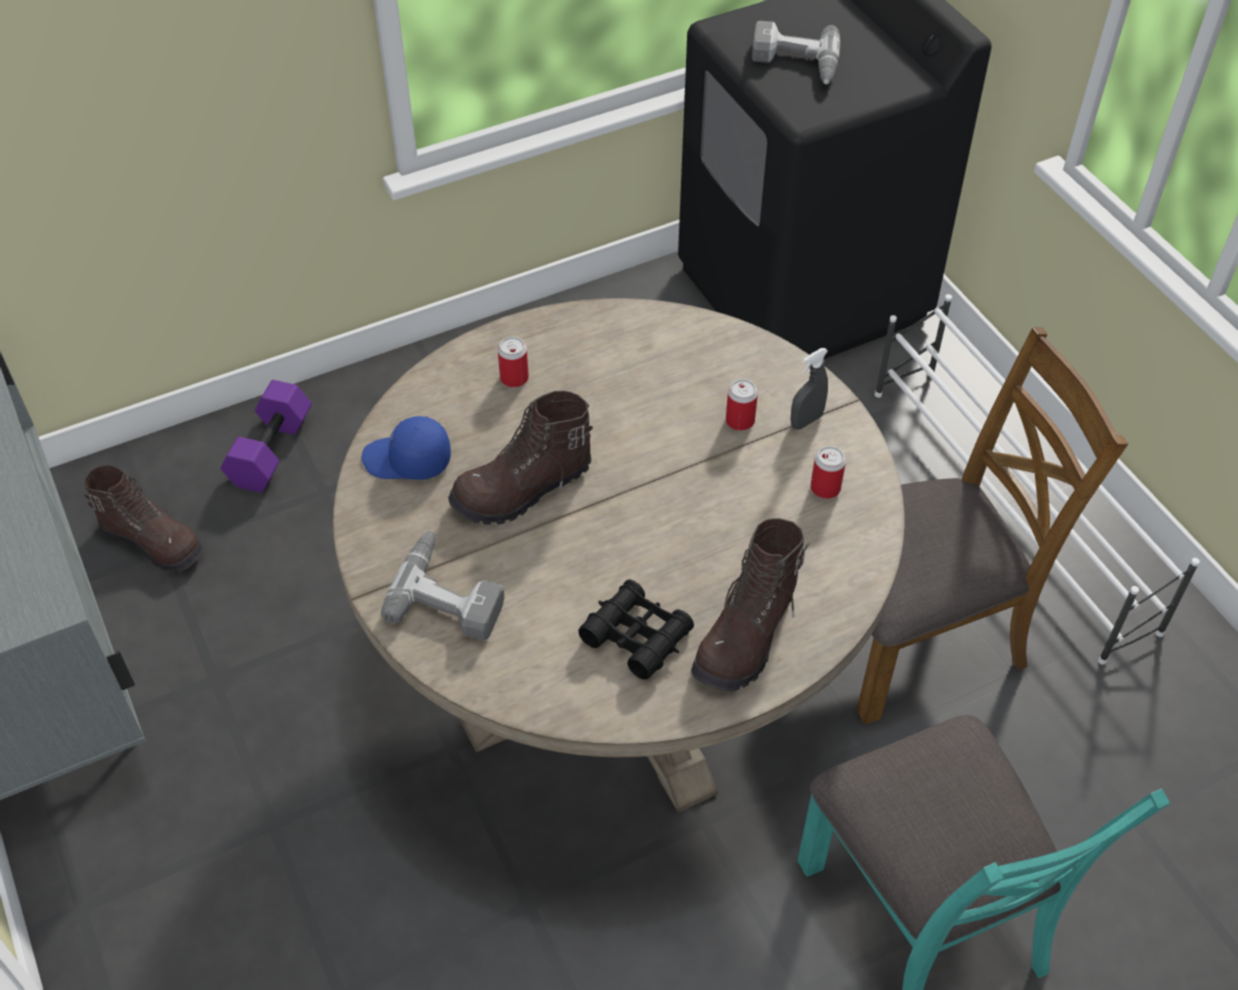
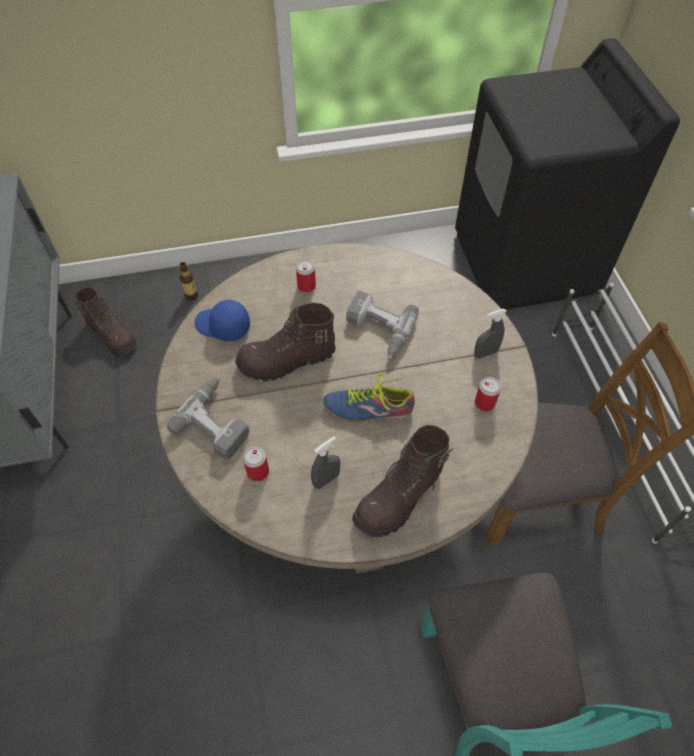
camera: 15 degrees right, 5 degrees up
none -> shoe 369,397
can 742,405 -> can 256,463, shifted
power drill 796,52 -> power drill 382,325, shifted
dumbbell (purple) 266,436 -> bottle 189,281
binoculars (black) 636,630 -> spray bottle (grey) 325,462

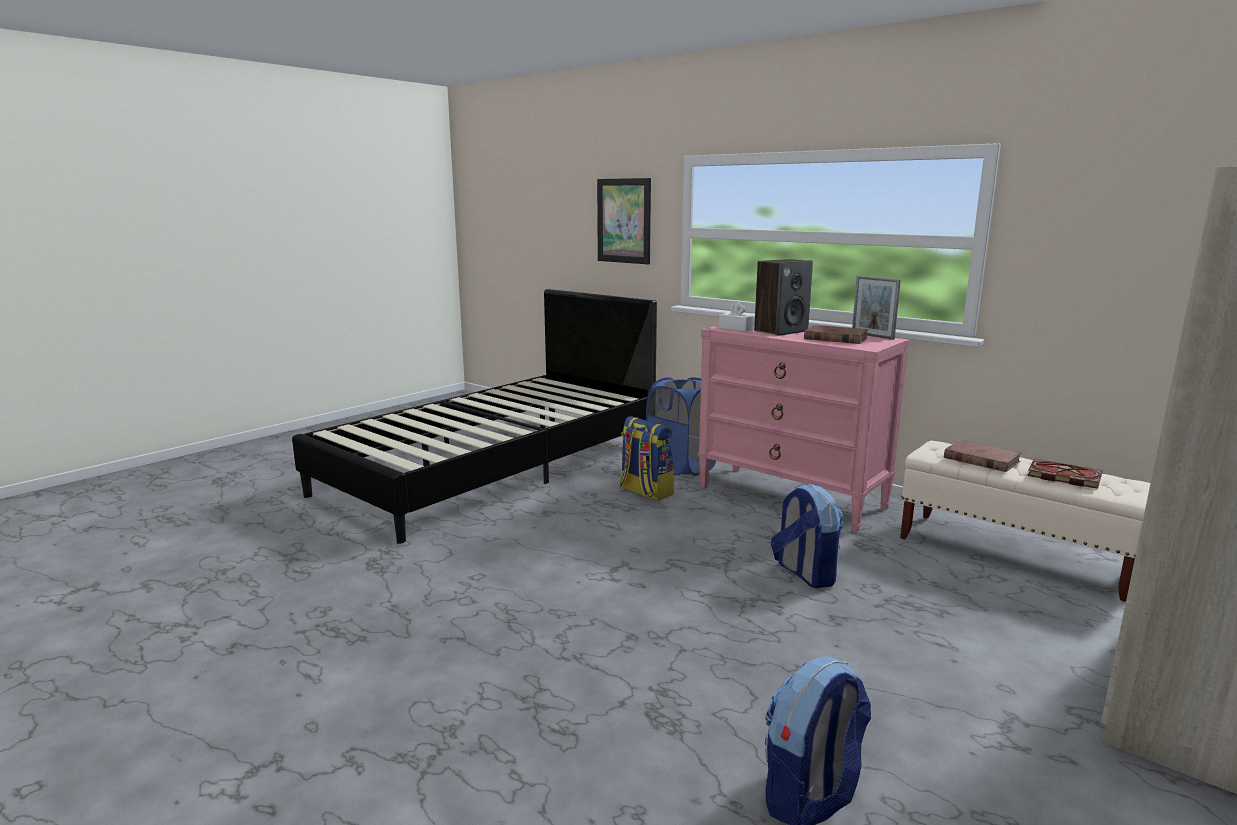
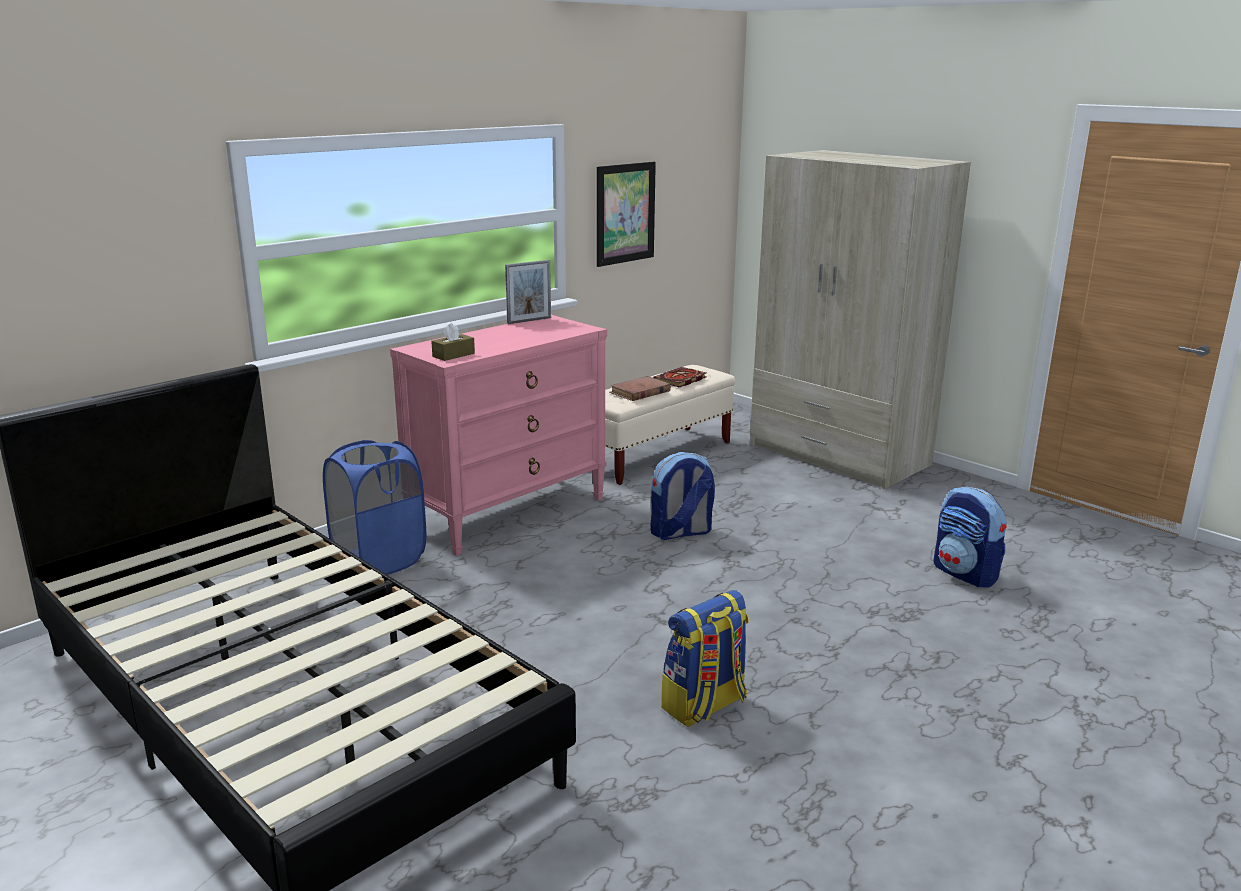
camera: 85 degrees left, 5 degrees up
speaker 783,297 -> none
book (brown) 836,334 -> none
picture 624,221 -> picture 626,214, shifted
backpack 647,458 -> backpack 705,658, shifted
tissue box (white) 737,316 -> tissue box (brown) 453,342

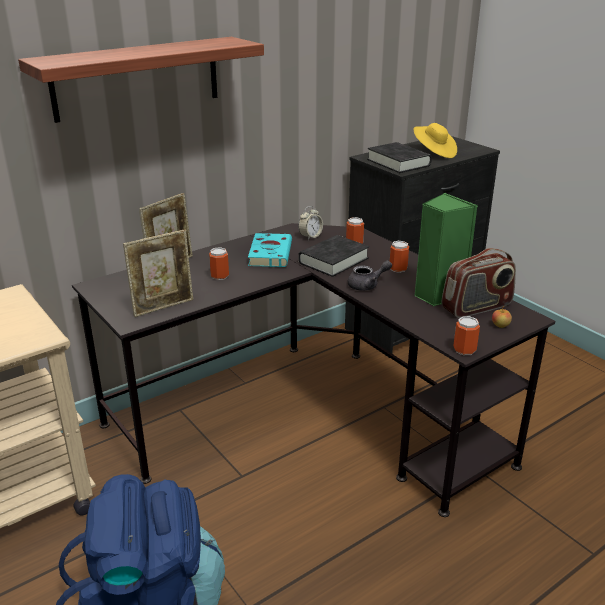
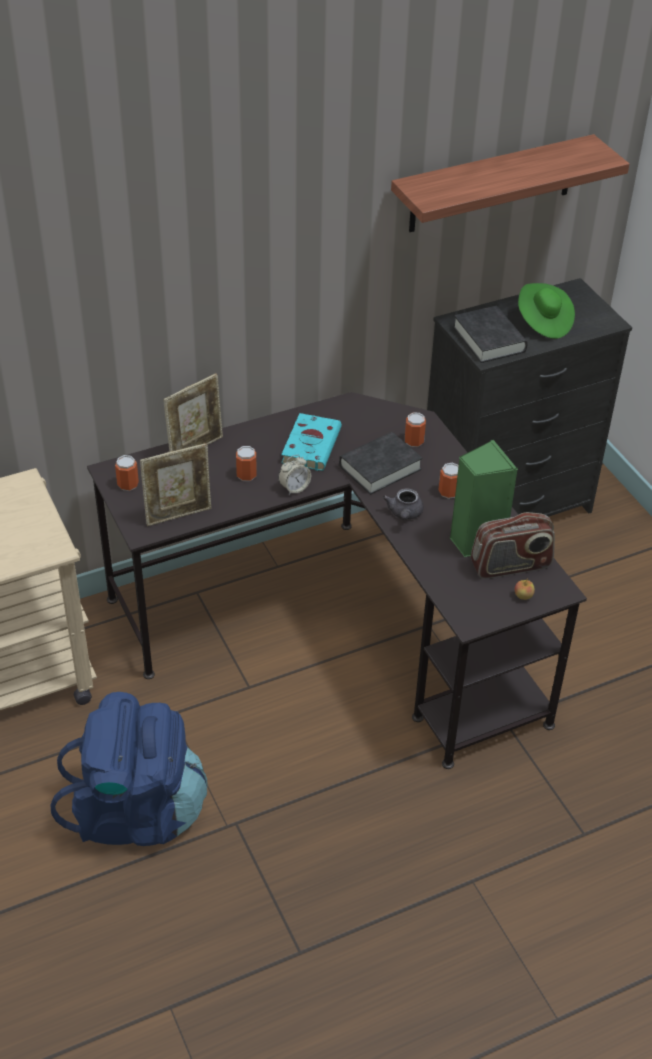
camera: 10 degrees right, 15 degrees up
shelf 141,80 -> shelf 510,183, shifted
alarm clock 310,223 -> alarm clock 294,475, shifted
can 466,335 -> can 127,473, shifted
hat (yellow) 435,140 -> hat (green) 546,311
teapot (grey) 370,275 -> teapot (grey) 403,504, 105 degrees clockwise

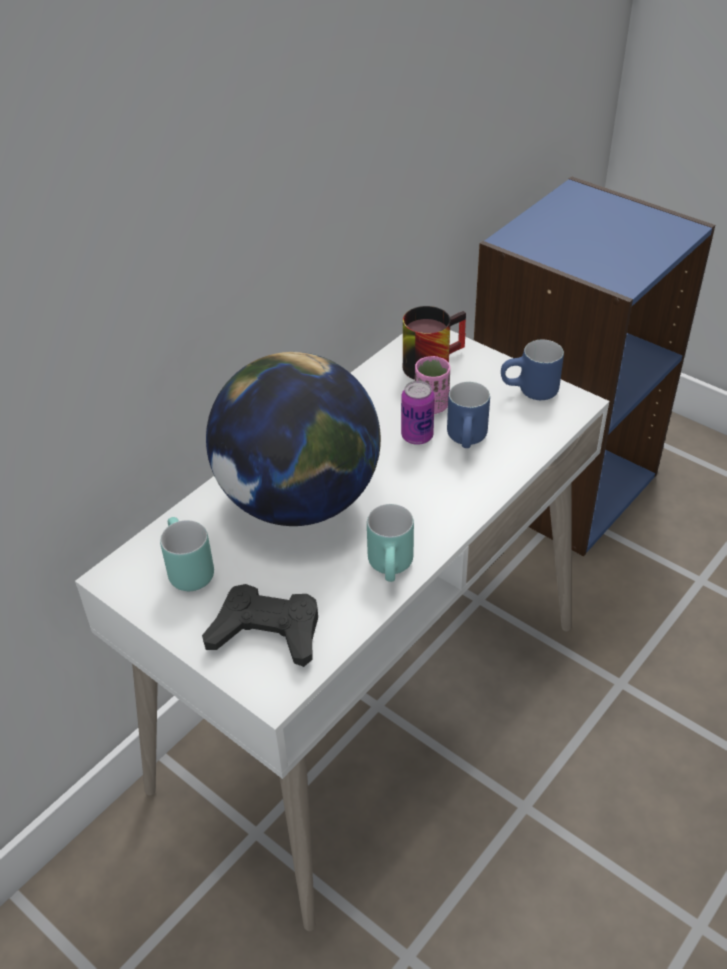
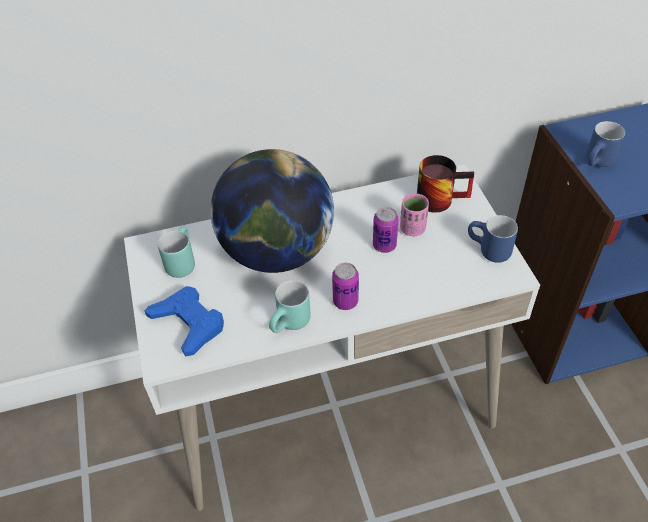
camera: 35 degrees right, 5 degrees up
none -> can 345,286
mug (blue) 468,415 -> mug (blue) 605,144, shifted
game controller (black) 260,625 -> game controller (blue) 184,321

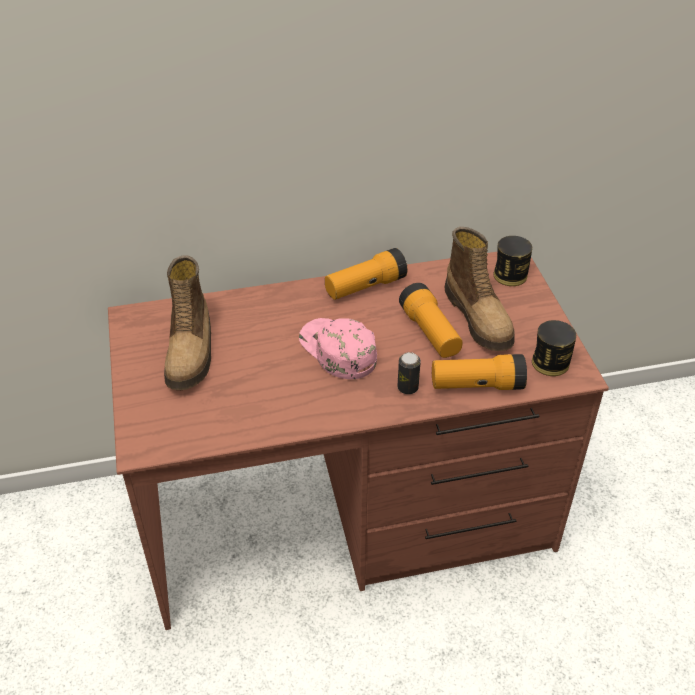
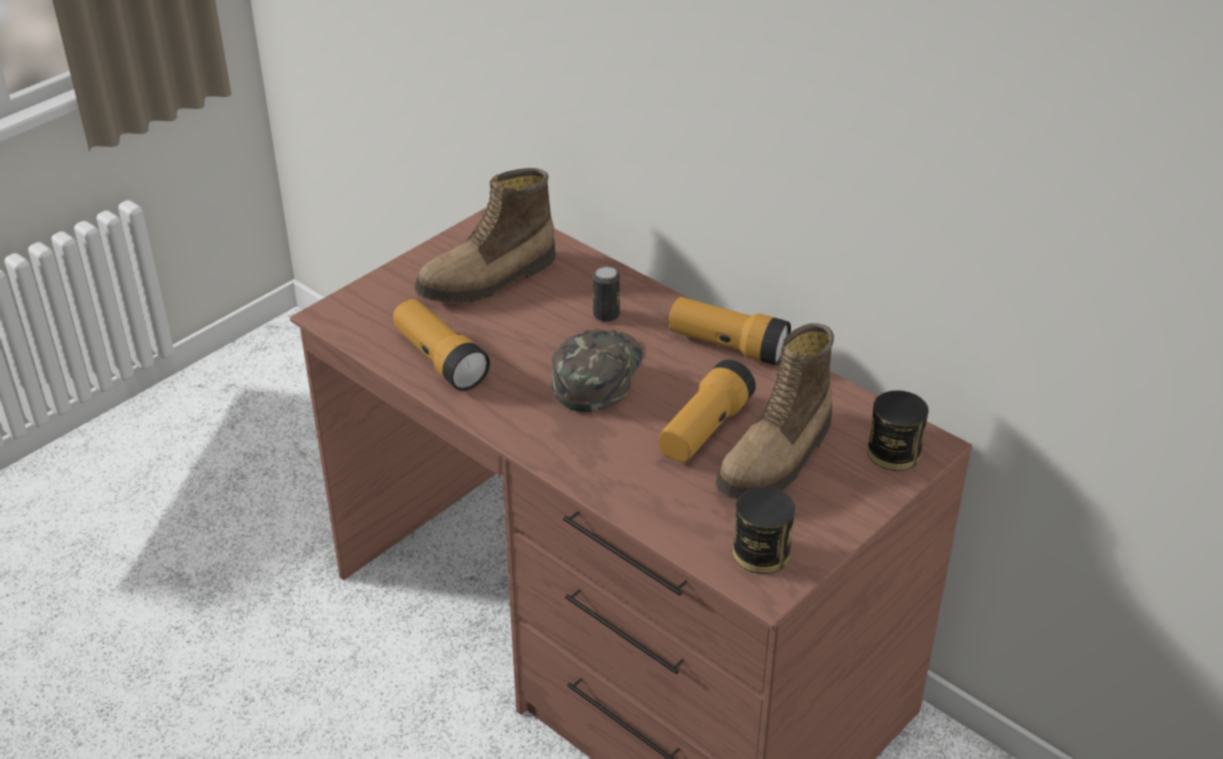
camera: 55 degrees right, 5 degrees down
can 409,373 -> can 606,294, shifted
flashlight 479,372 -> flashlight 441,345, shifted
cap (pink) 338,348 -> cap (green) 597,370

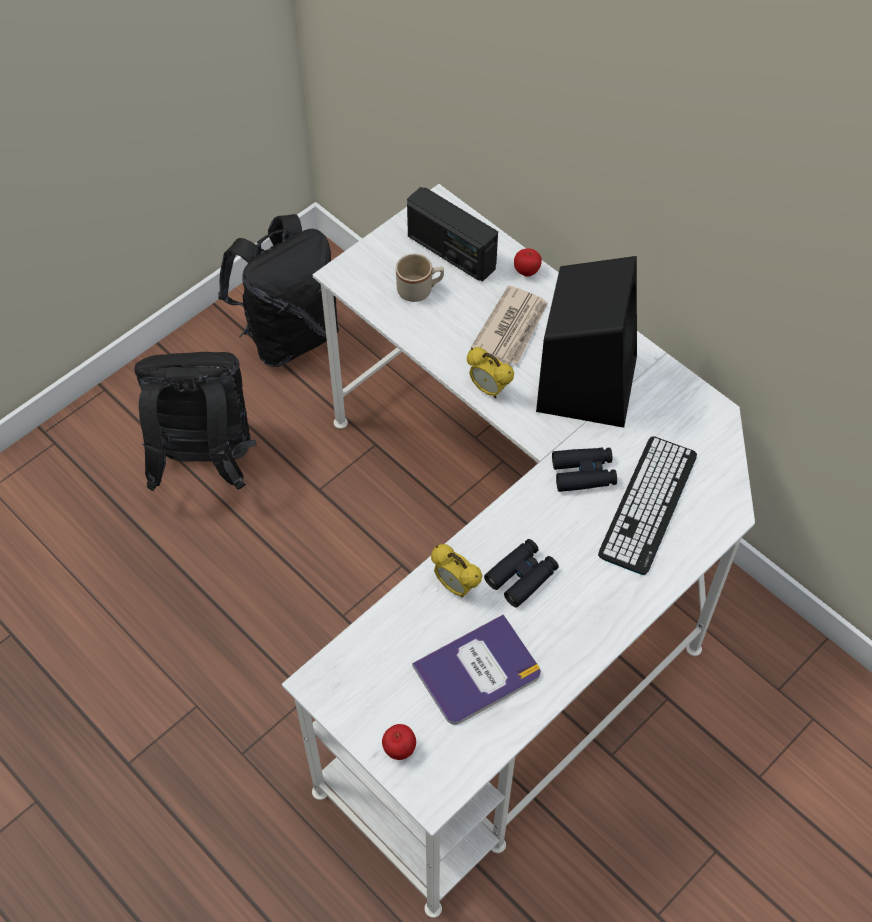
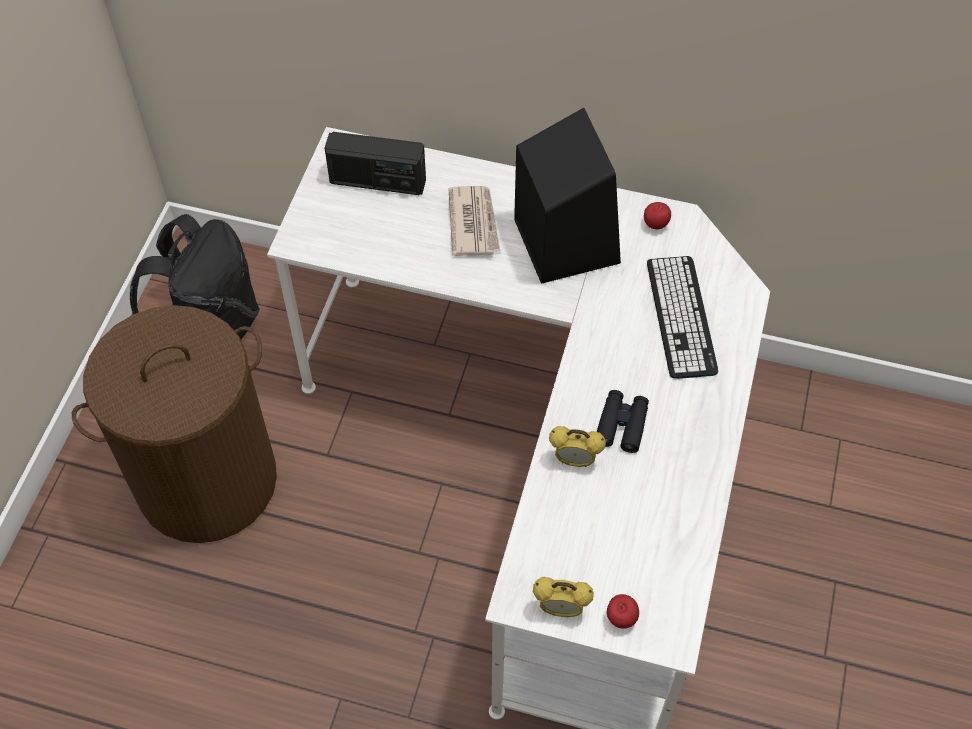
camera: 30 degrees left, 0 degrees up
mug (beige) 420,278 -> none
book 476,669 -> none
binoculars (black) 584,470 -> none
alarm clock 490,372 -> alarm clock 563,597, shifted
apple 528,262 -> apple 657,216, shifted
backpack (black) 195,421 -> laundry basket (brown) 174,424

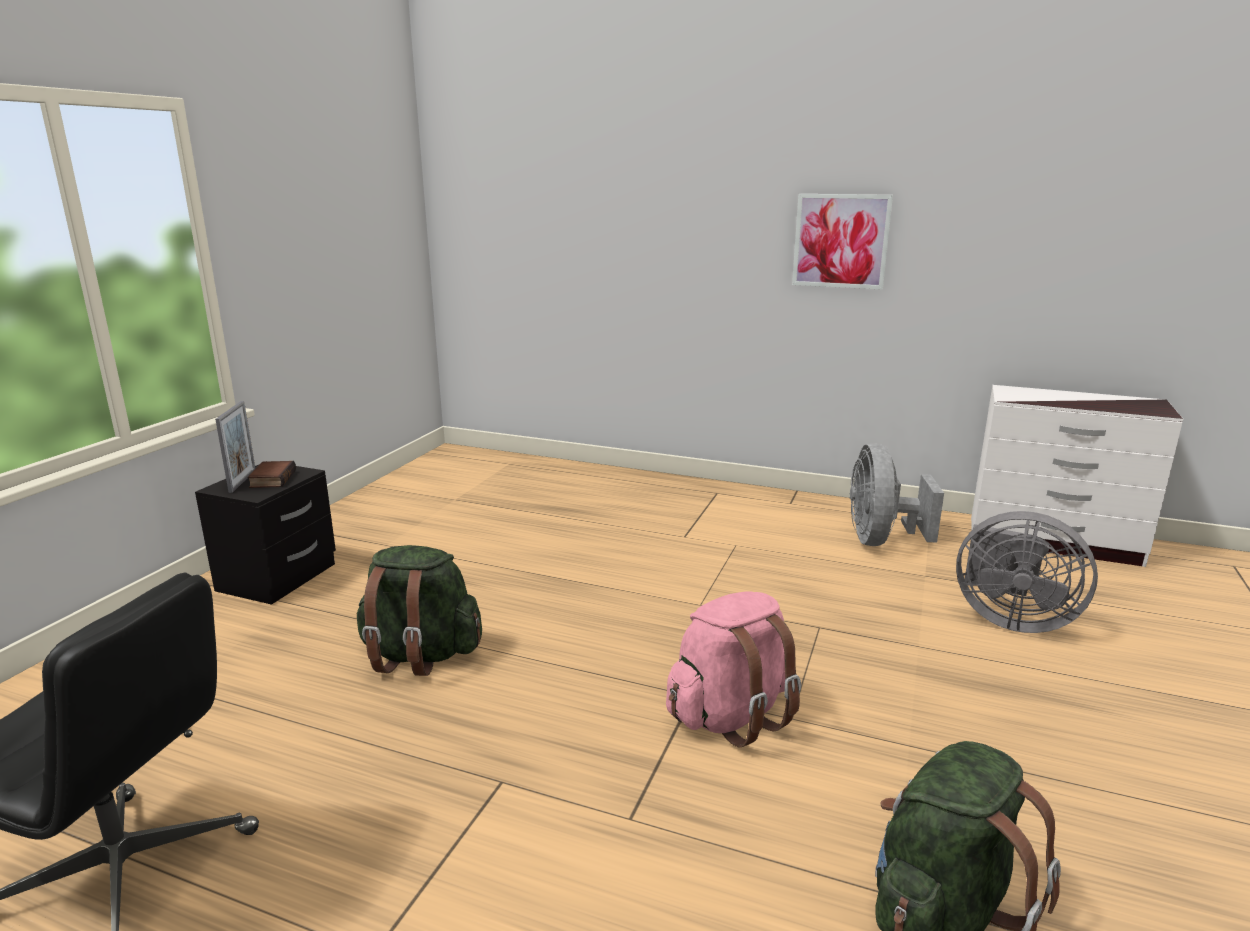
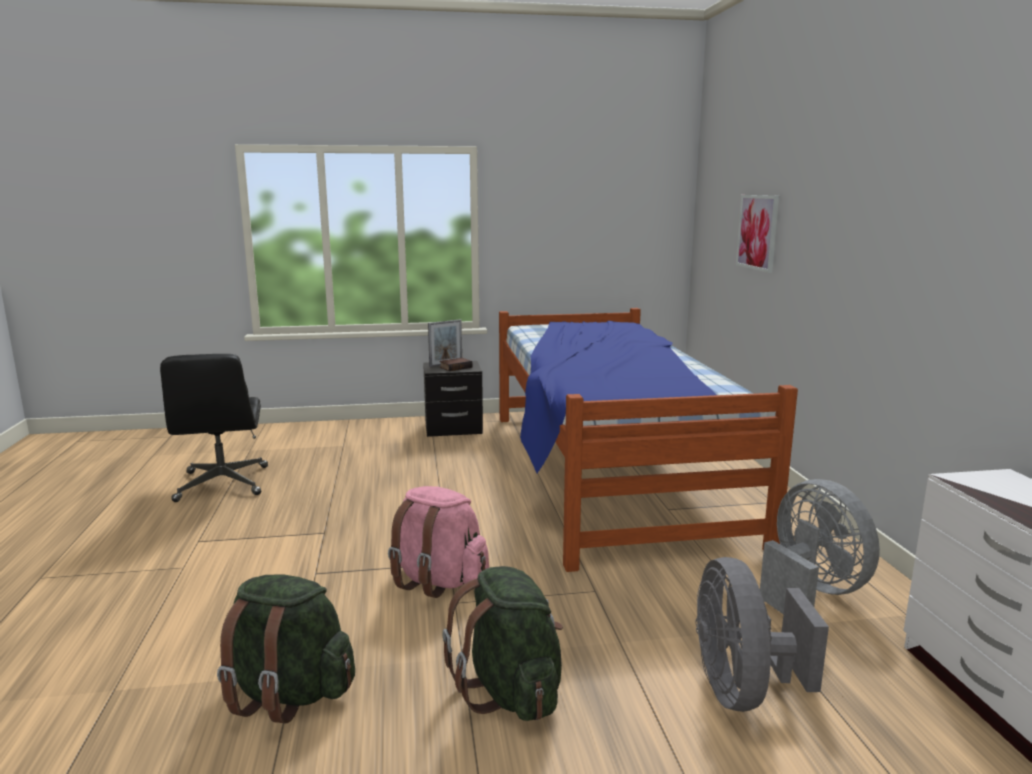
camera: 60 degrees right, 5 degrees down
none -> bed 648,440
backpack (green) 419,610 -> backpack (green) 502,643, shifted
picture 842,242 -> picture 757,234, shifted
fan (grey) 897,494 -> fan (grey) 820,546, 90 degrees clockwise

